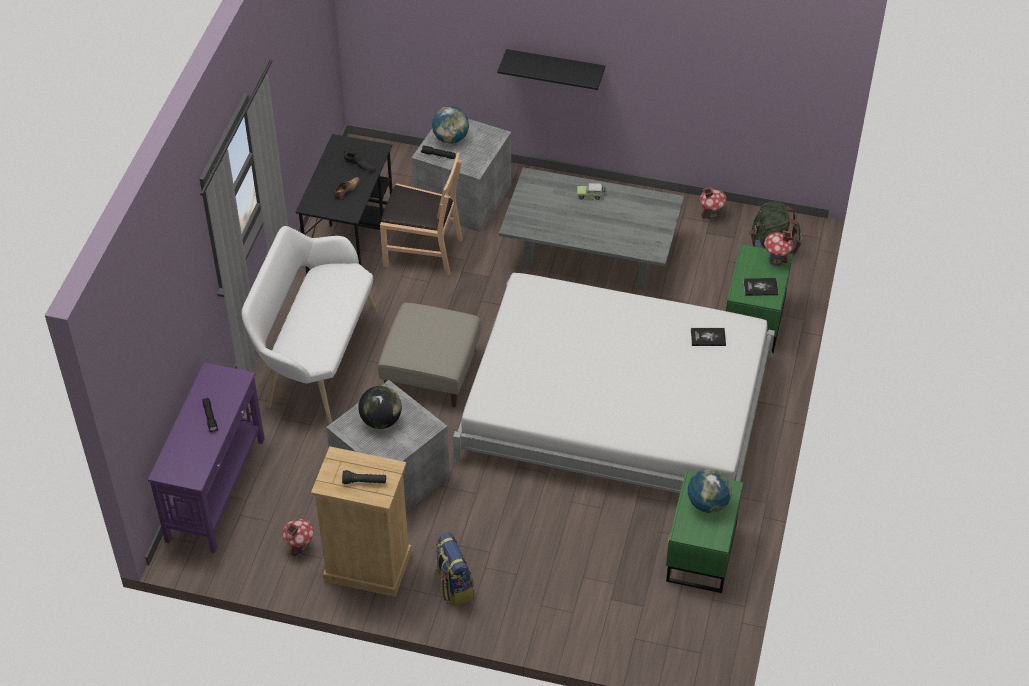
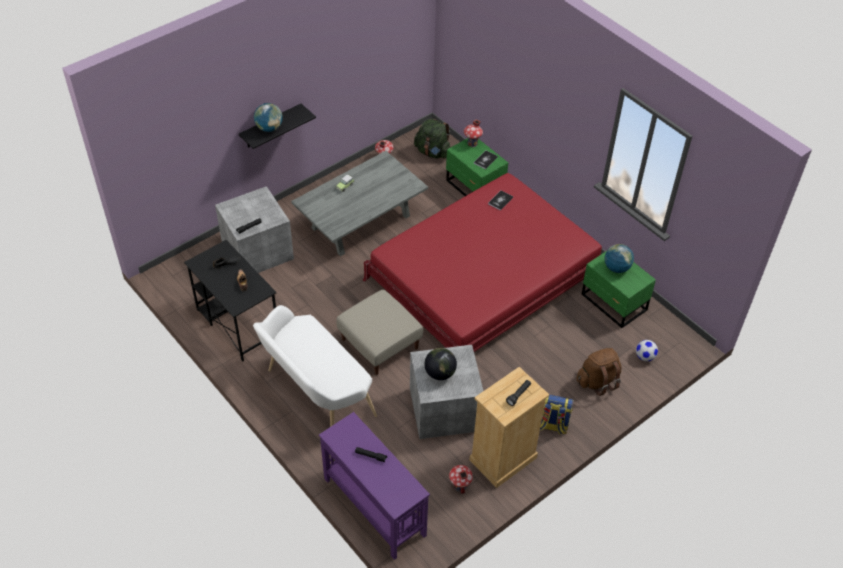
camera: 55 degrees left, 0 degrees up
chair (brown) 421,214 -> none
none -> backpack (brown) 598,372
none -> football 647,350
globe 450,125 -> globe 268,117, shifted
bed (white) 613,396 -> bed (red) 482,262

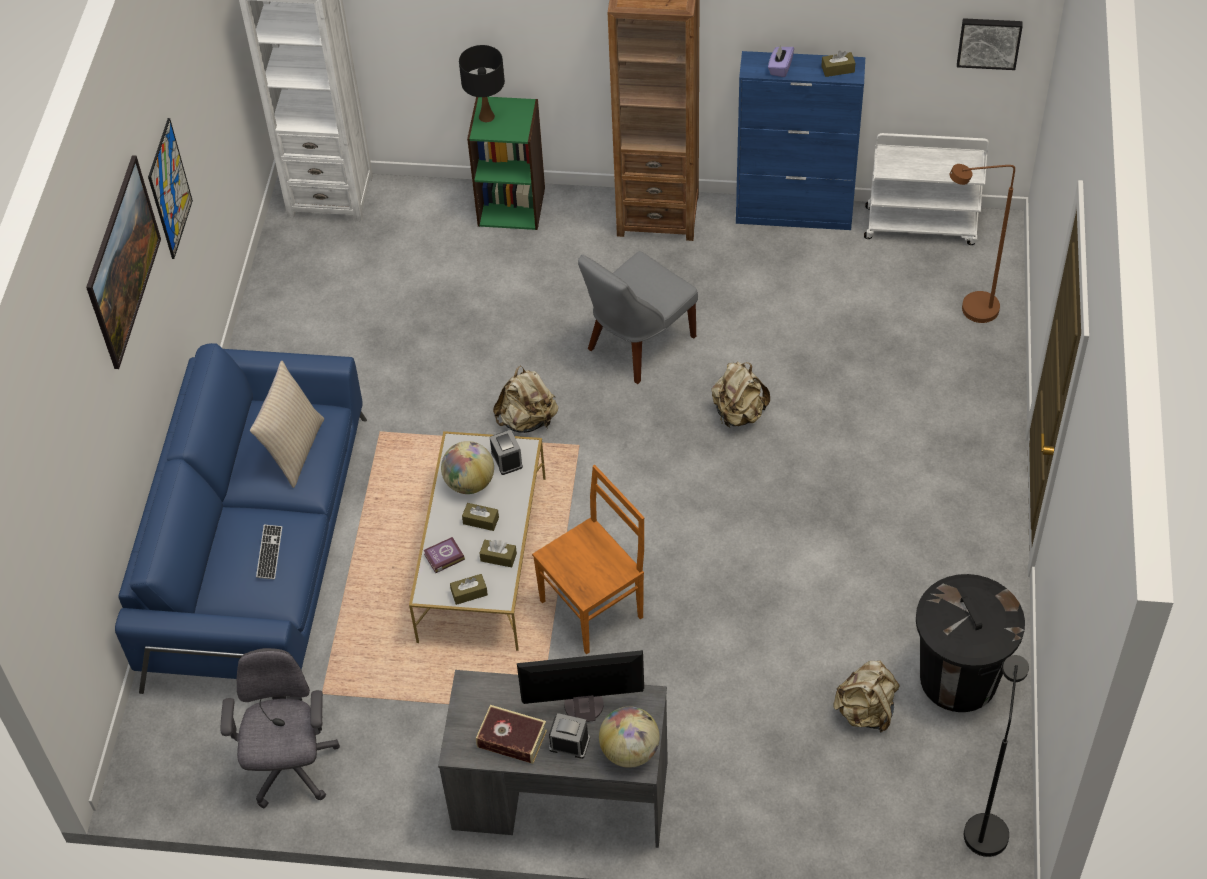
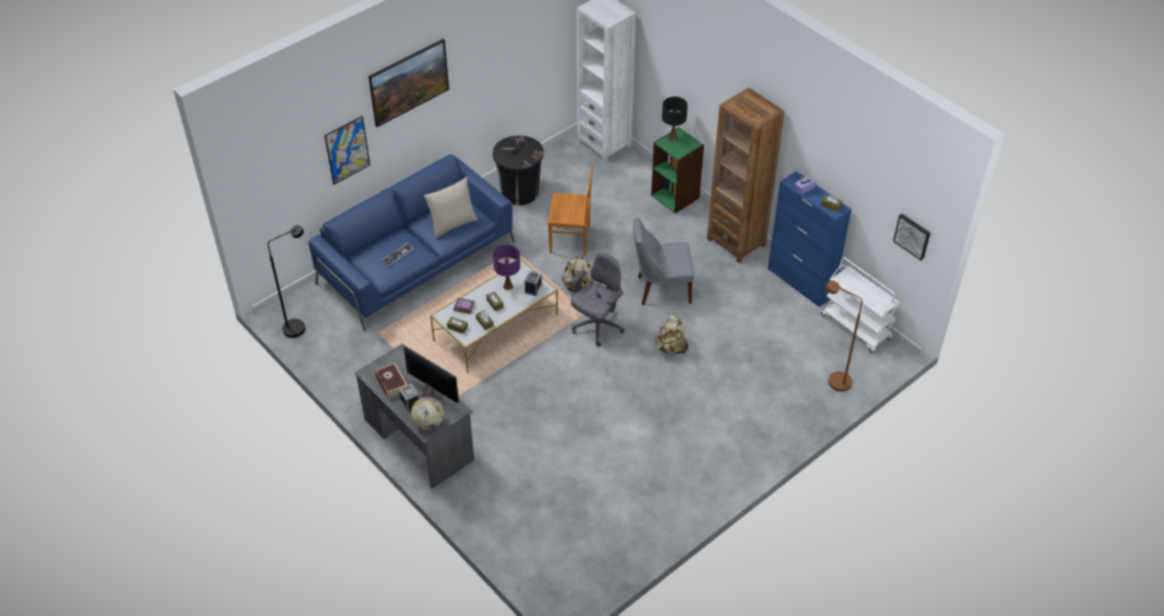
camera: 40 degrees right, 5 degrees down
backpack (beige) 866,696 -> none
picture 170,188 -> picture 347,150, shifted
office chair (grey) 280,728 -> office chair (grey) 597,300, shifted
chair (brown) 588,559 -> chair (brown) 570,210, shifted
trash can (black) 970,643 -> trash can (black) 518,170, shifted
floor lamp (black) 996,756 -> floor lamp (black) 286,281, shifted
globe 467,467 -> table lamp (purple) 506,267

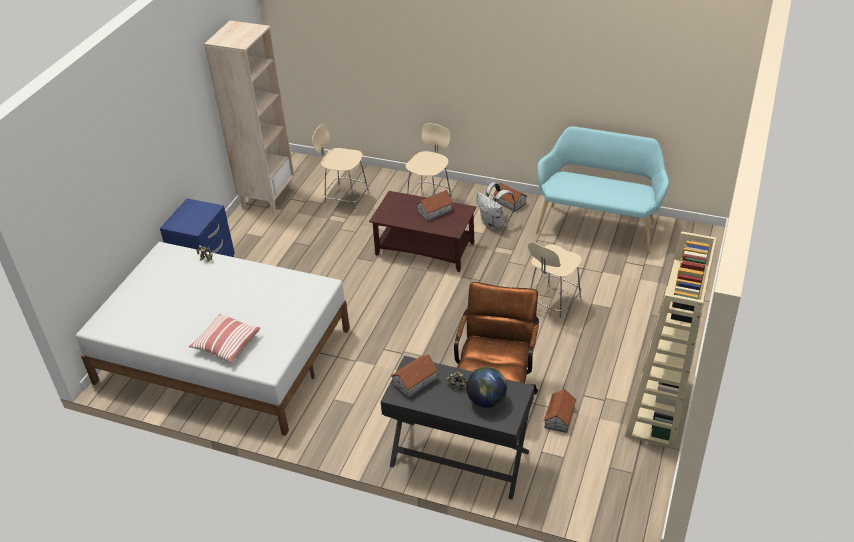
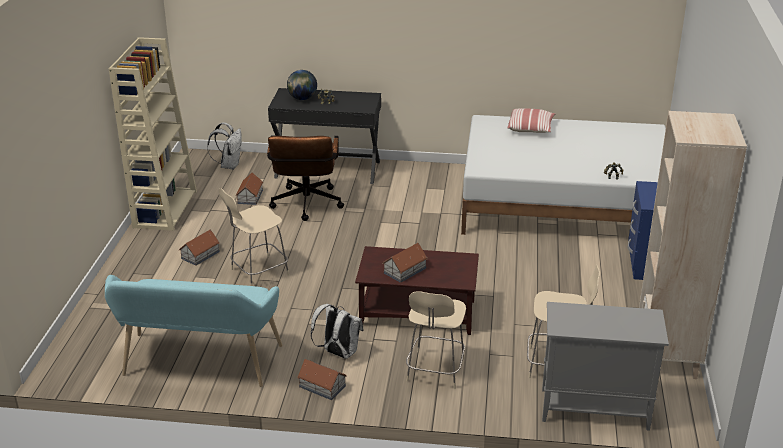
camera: 165 degrees right, 10 degrees down
none -> backpack (white) 224,146
none -> cabinet (grey) 605,366
toy house 414,376 -> toy house 199,248, shifted
chair (beige) 555,282 -> chair (beige) 254,237, 150 degrees counterclockwise

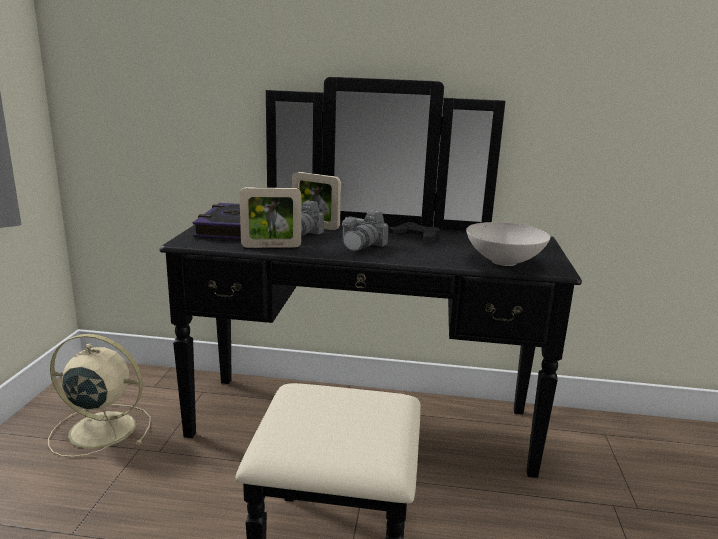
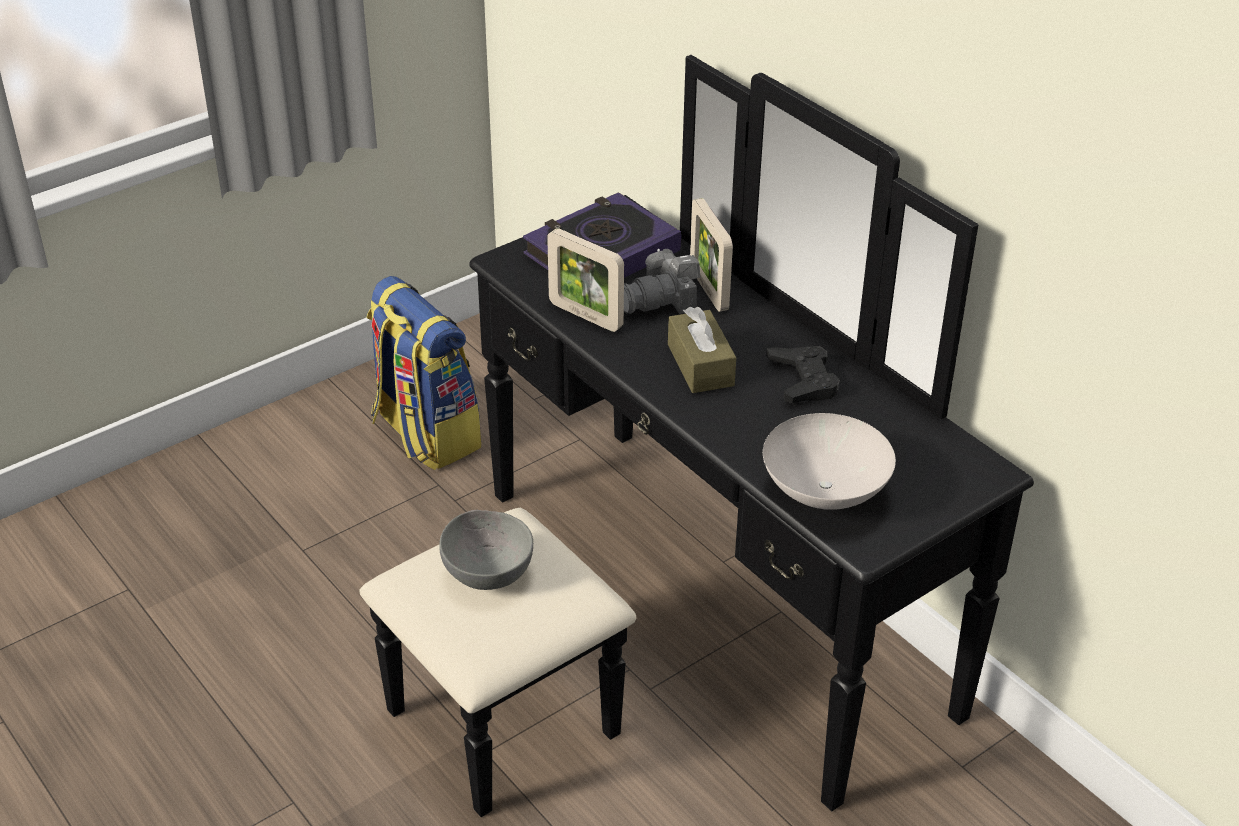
camera: 45 degrees right, 20 degrees up
none -> bowl (grey) 486,550
fan (beige) 99,395 -> backpack 424,373
photo camera 365,231 -> tissue box (brown) 702,350

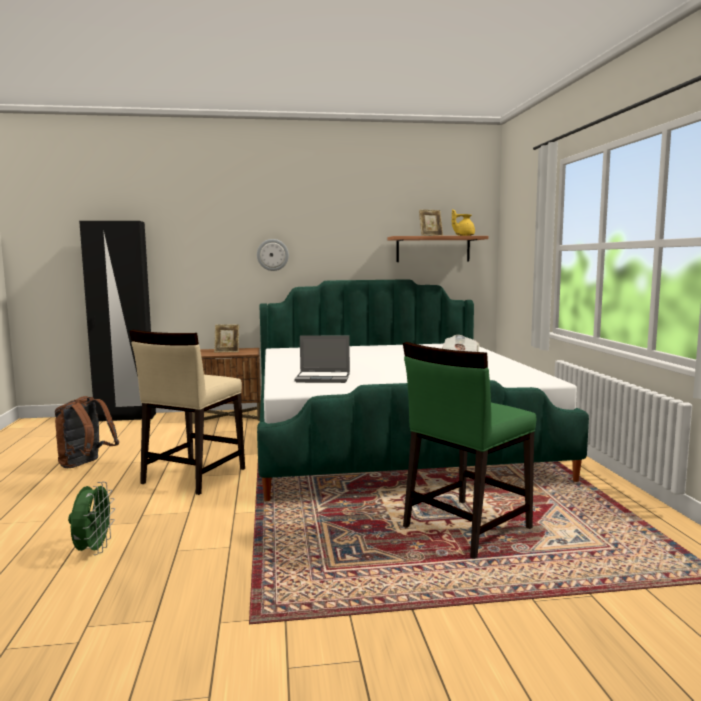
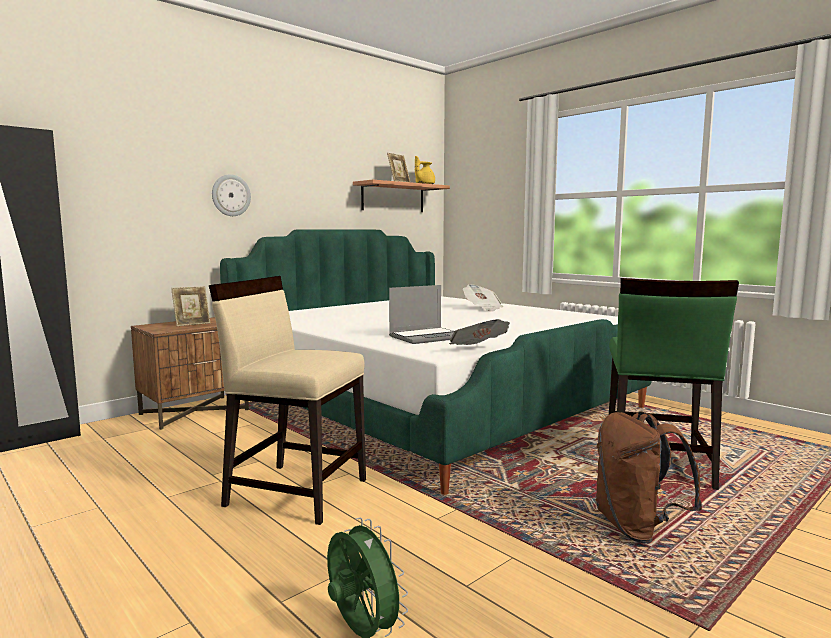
camera: 35 degrees left, 0 degrees up
none -> newspaper 479,332
backpack (brown) 87,432 -> backpack (brown) 648,477, shifted
chair (beige) 187,412 -> chair (beige) 287,400, 120 degrees clockwise

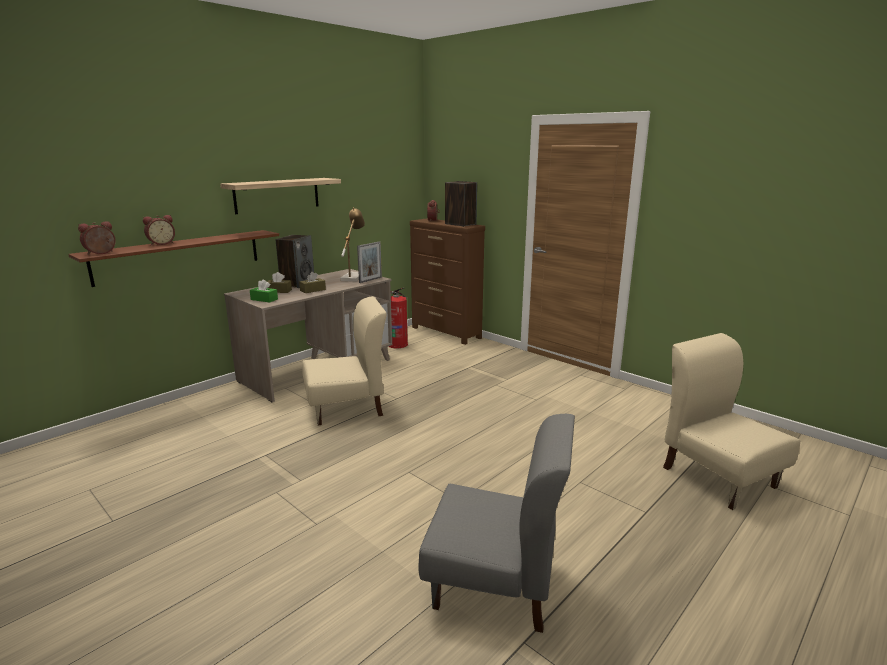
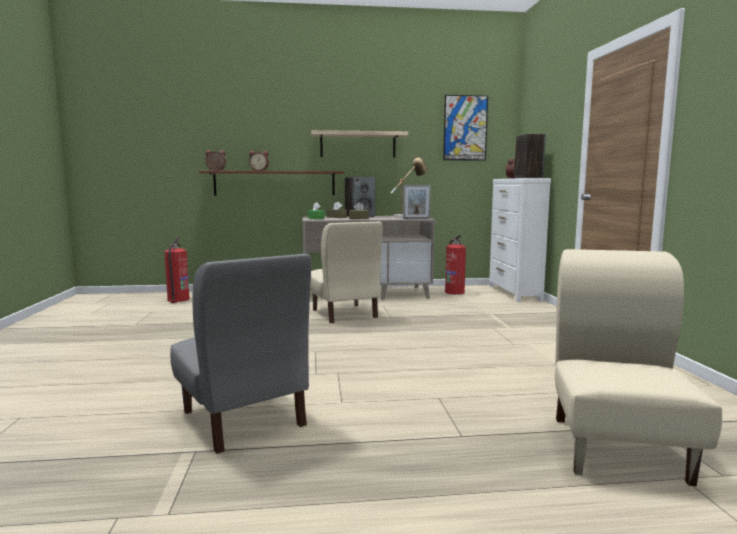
camera: 40 degrees right, 10 degrees down
none -> fire extinguisher 177,270
none -> picture 465,128
dresser (brown) 447,281 -> dresser (white) 520,240
chair (beige) 344,360 -> chair (beige) 346,272, 45 degrees clockwise

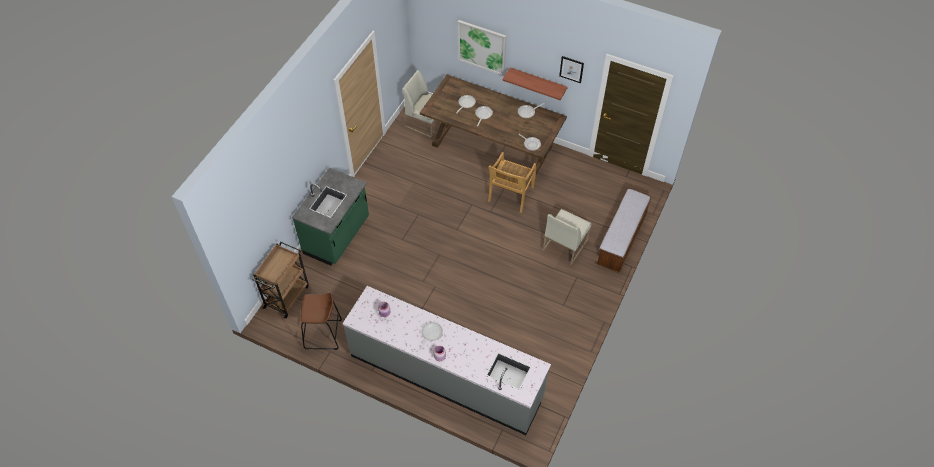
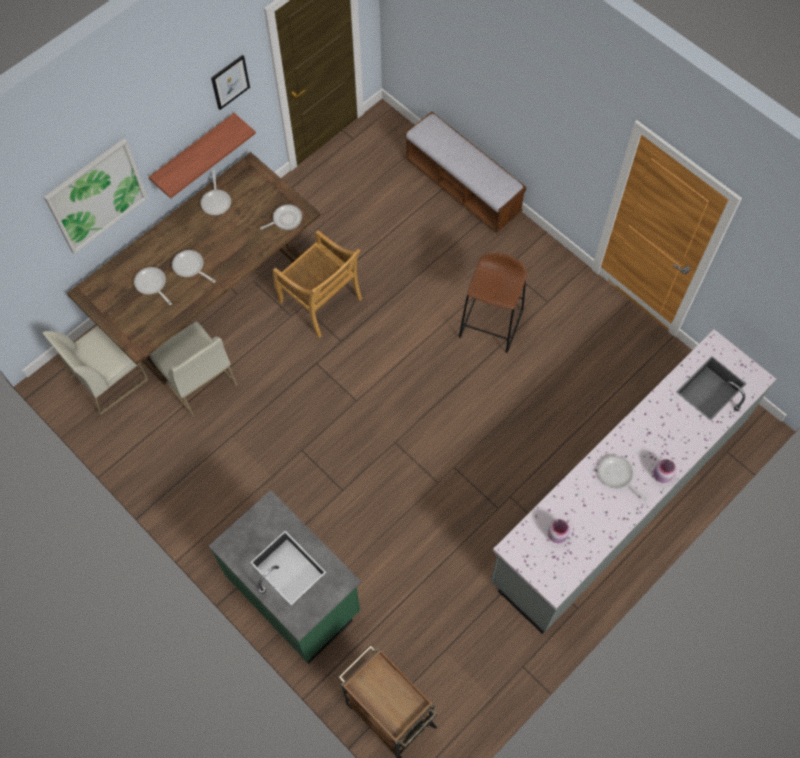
camera: 70 degrees left, 10 degrees up
stool (brown) 321,321 -> stool (brown) 493,303, shifted
chair (white) 566,237 -> chair (white) 193,368, shifted

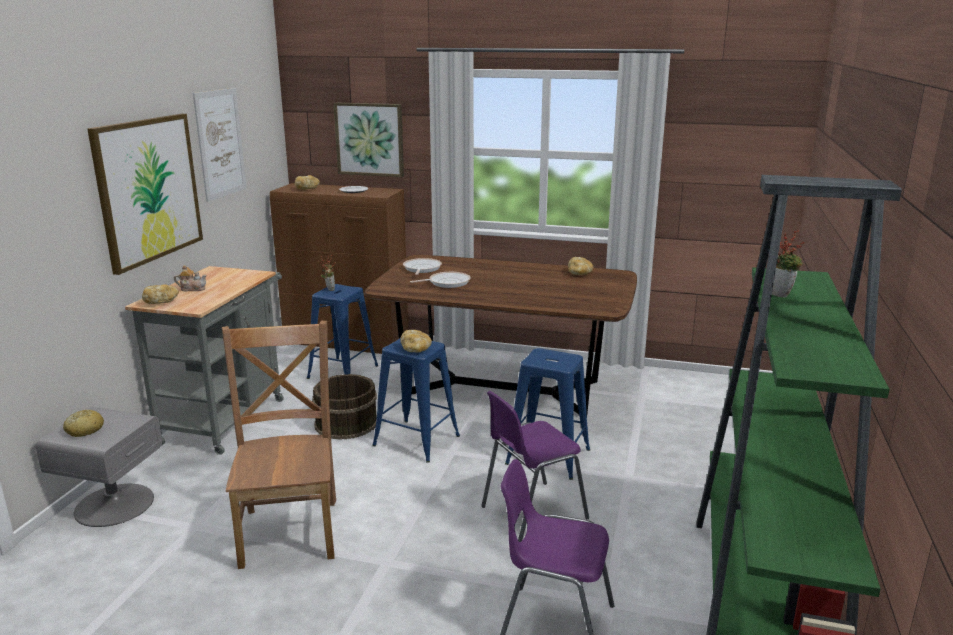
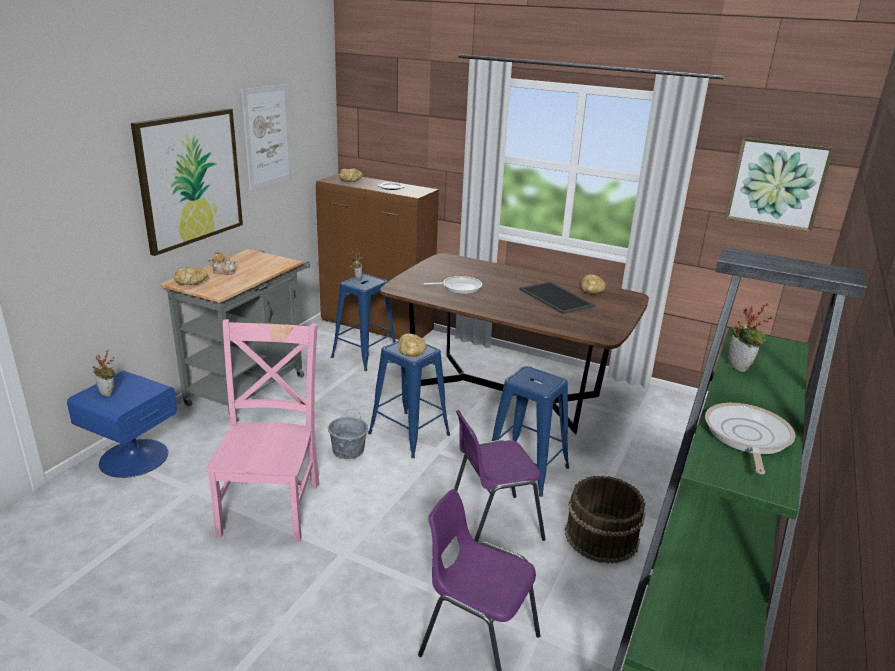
camera: 10 degrees right, 5 degrees up
none -> bucket (grey) 348,434
none -> tray 557,297
bucket (brown) 344,407 -> bucket (brown) 605,520, shifted
picture 368,140 -> picture 779,184, shifted
frying pan 422,266 -> frying pan 750,438, shifted
bread 83,423 -> potted plant 104,373
nightstand (grey) 98,467 -> nightstand (blue) 122,424
chair (brown) 279,445 -> chair (pink) 262,430

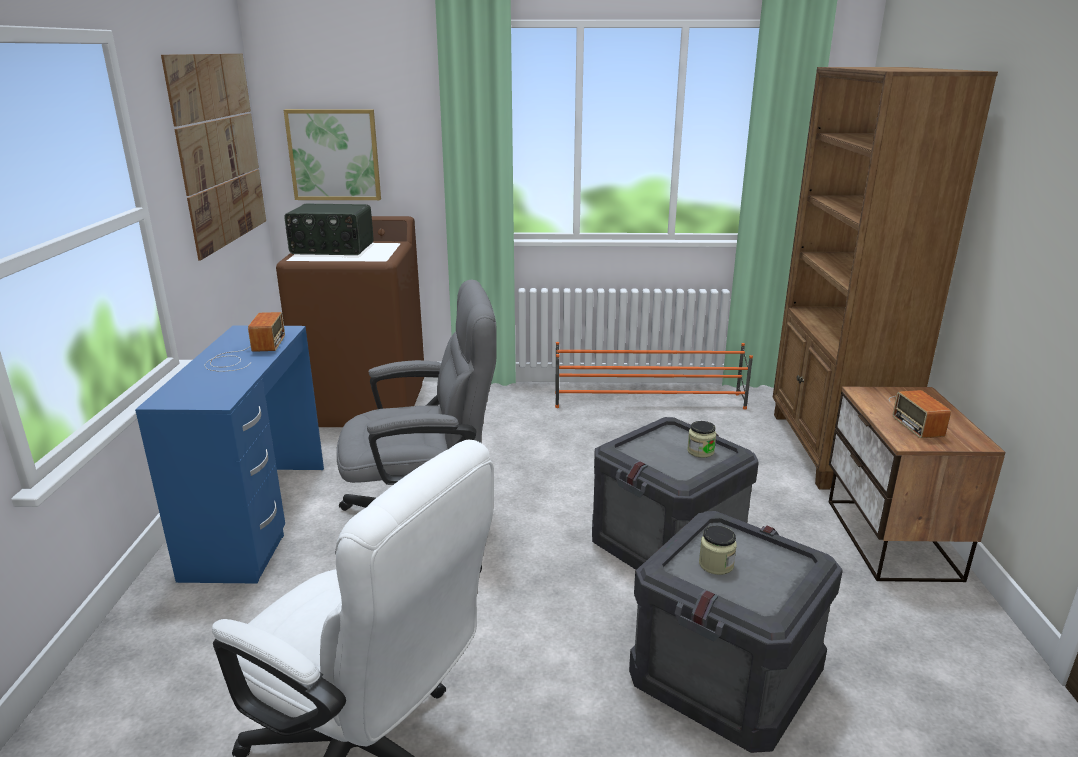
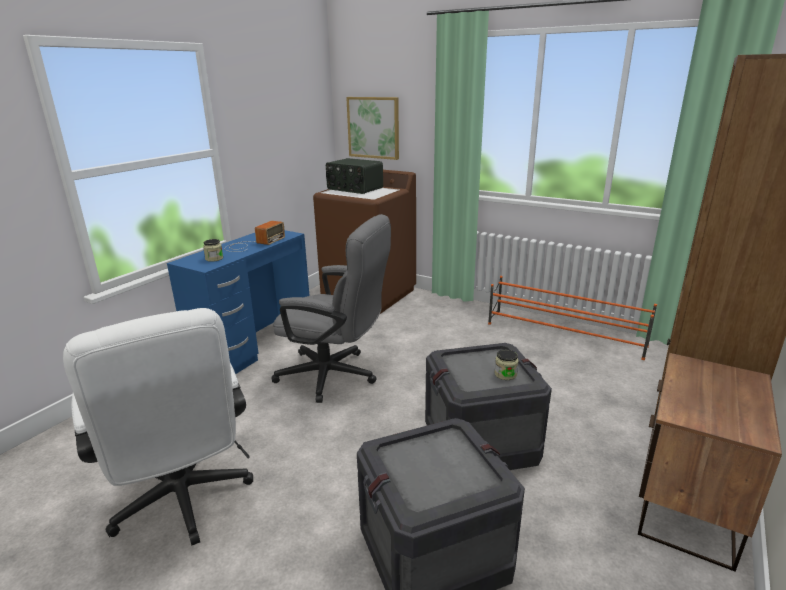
camera: 30 degrees right, 0 degrees up
picture 213,157 -> none
radio 920,414 -> none
jar 718,550 -> jar 213,250, shifted

